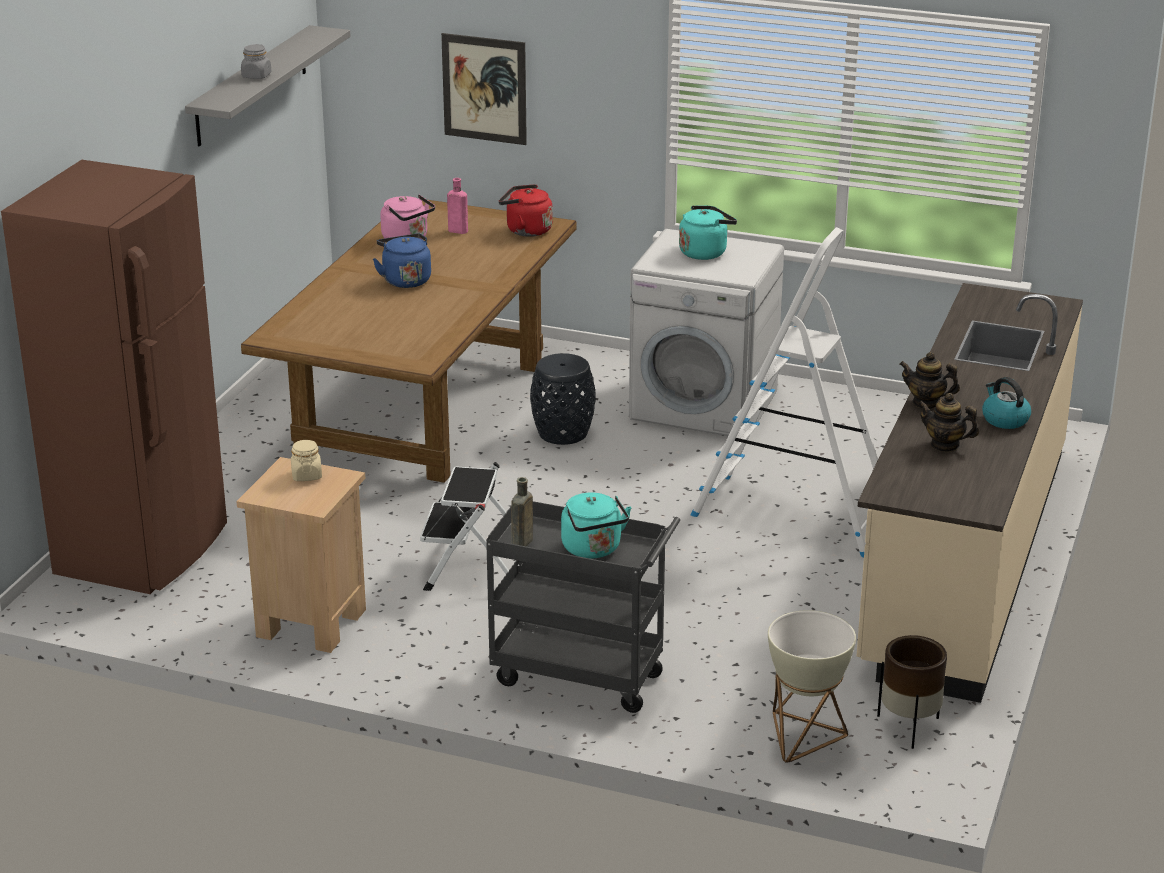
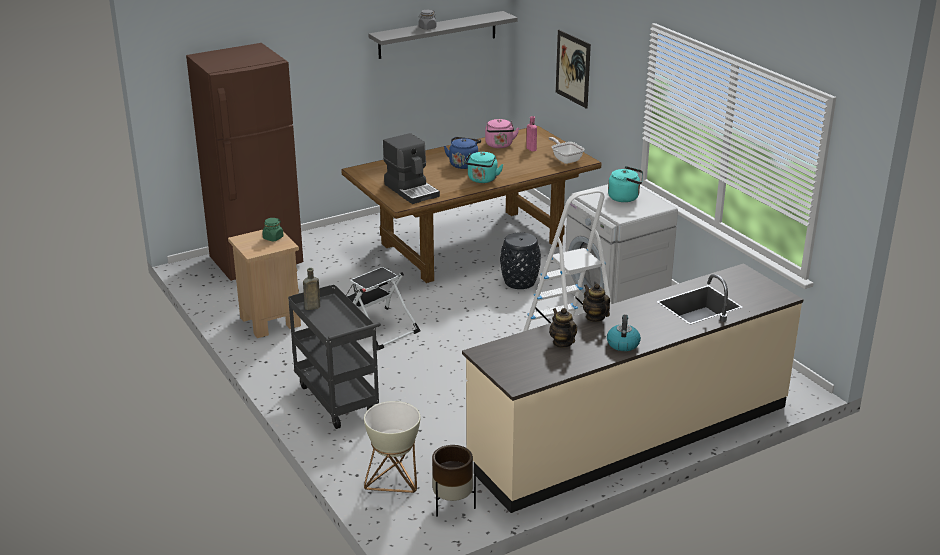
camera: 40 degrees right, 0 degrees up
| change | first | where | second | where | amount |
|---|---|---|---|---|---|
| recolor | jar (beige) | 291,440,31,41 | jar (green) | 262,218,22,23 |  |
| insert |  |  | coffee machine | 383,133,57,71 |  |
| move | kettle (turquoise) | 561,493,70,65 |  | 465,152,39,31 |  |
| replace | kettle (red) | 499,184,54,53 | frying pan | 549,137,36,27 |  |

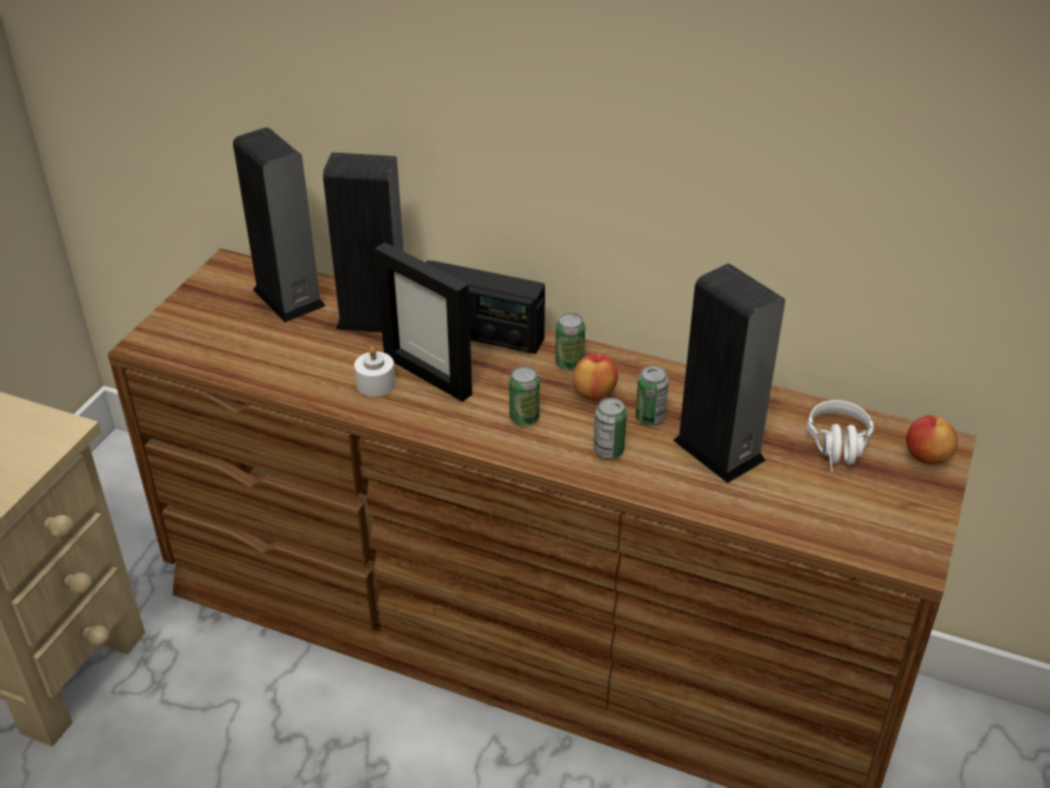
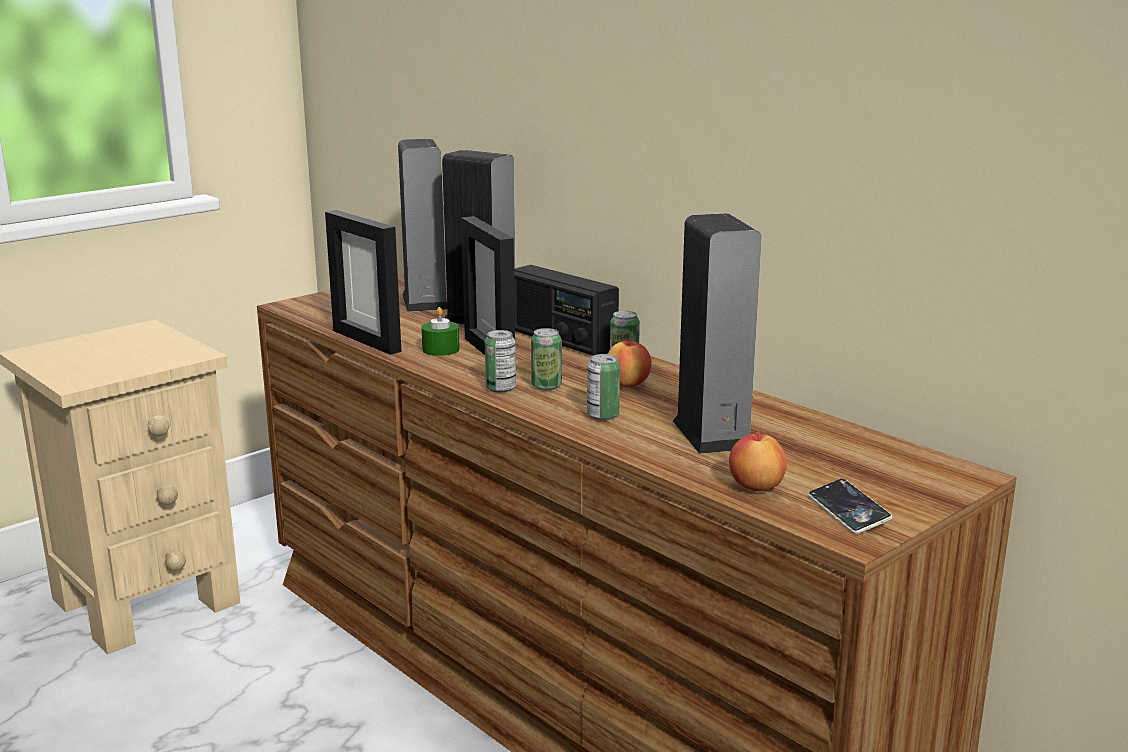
camera: 25 degrees right, 20 degrees down
| change | first | where | second | where | amount |
|---|---|---|---|---|---|
| insert |  |  | picture frame | 325,210,76,145 |  |
| recolor | candle (white) | 354,346,41,50 | candle (green) | 421,307,39,49 |  |
| move | can | 635,366,34,59 |  | 485,330,31,63 |  |
| move | apple | 906,415,52,50 |  | 729,431,58,60 |  |
| insert |  |  | phone | 808,478,84,56 |  |
| delete | headphones (white) | 807,400,67,72 |  |  |  |

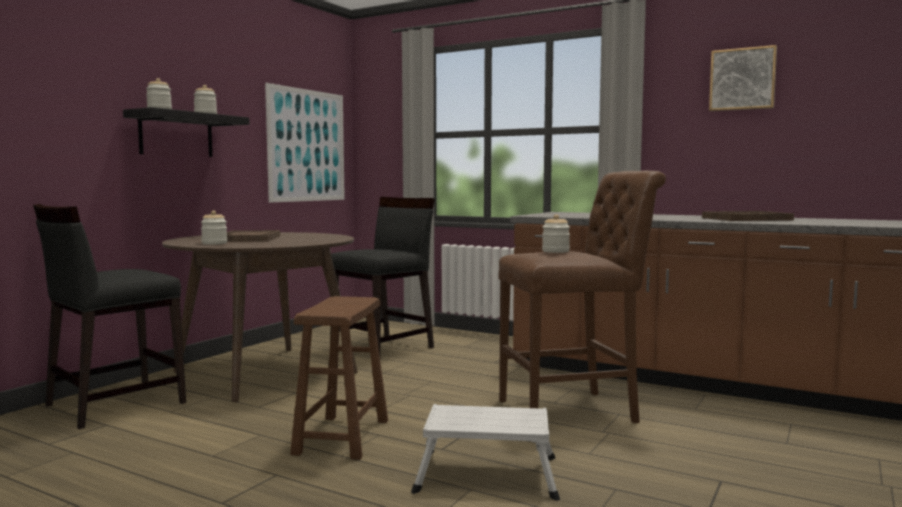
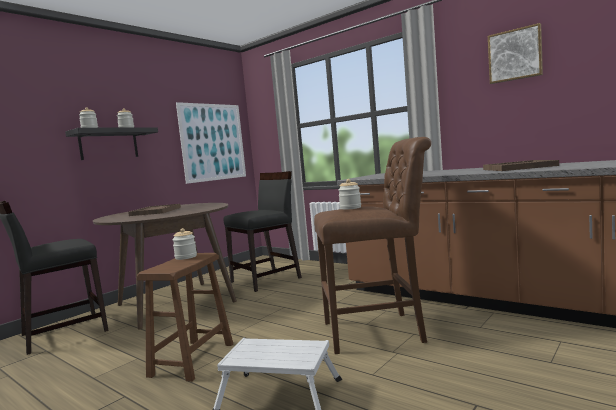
camera: 10 degrees right, 0 degrees up
| change | first | where | second | where | amount |
|---|---|---|---|---|---|
| move | jar | 201,210,26,35 |  | 172,228,25,32 |  |

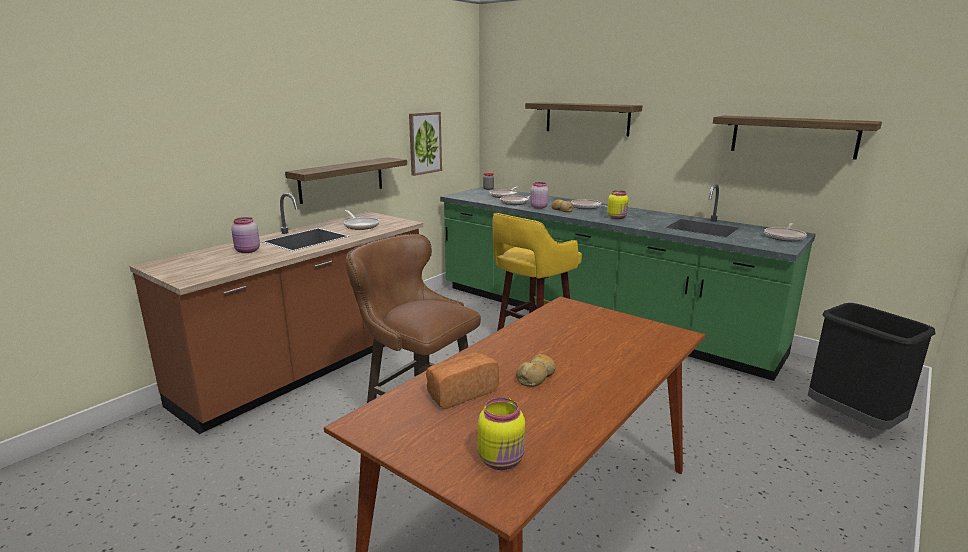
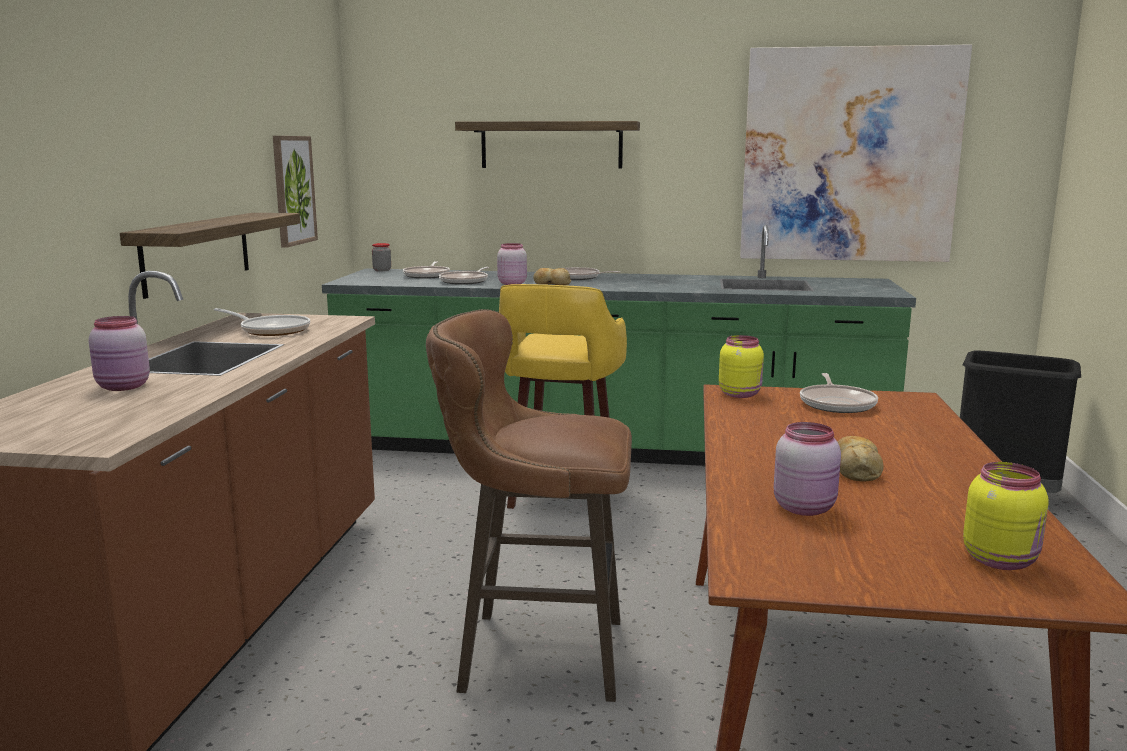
camera: 30 degrees left, 5 degrees down
| change | first | where | second | where | amount |
|---|---|---|---|---|---|
| move | jar (yellow) | 607,190,22,29 |  | 719,335,45,63 |  |
| replace | shelf | 713,116,169,44 | picture | 740,44,232,218 |  |
| replace | bread | 426,352,73,57 | jar (pink) | 774,422,67,94 |  |
| move | frying pan | 764,223,43,18 |  | 800,373,78,40 |  |

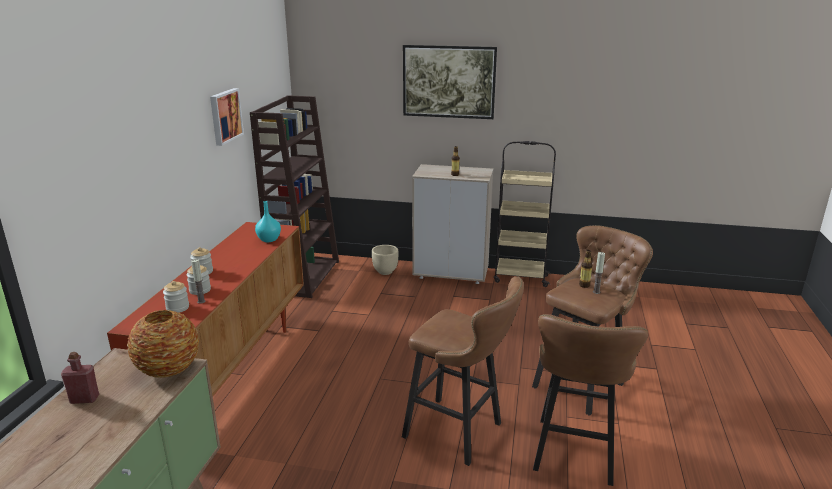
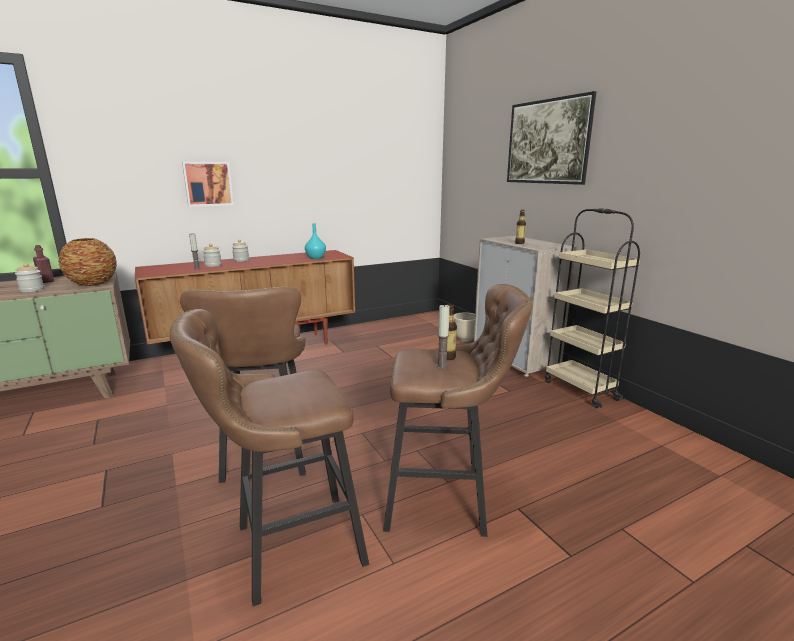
camera: 50 degrees right, 5 degrees down
| change | first | where | second | where | amount |
|---|---|---|---|---|---|
| move | jar | 163,281,26,32 |  | 15,263,29,29 |  |
| move | picture | 210,88,34,58 |  | 182,162,52,45 |  |
| delete | bookcase (brown) | 250,95,89,203 |  |  |  |

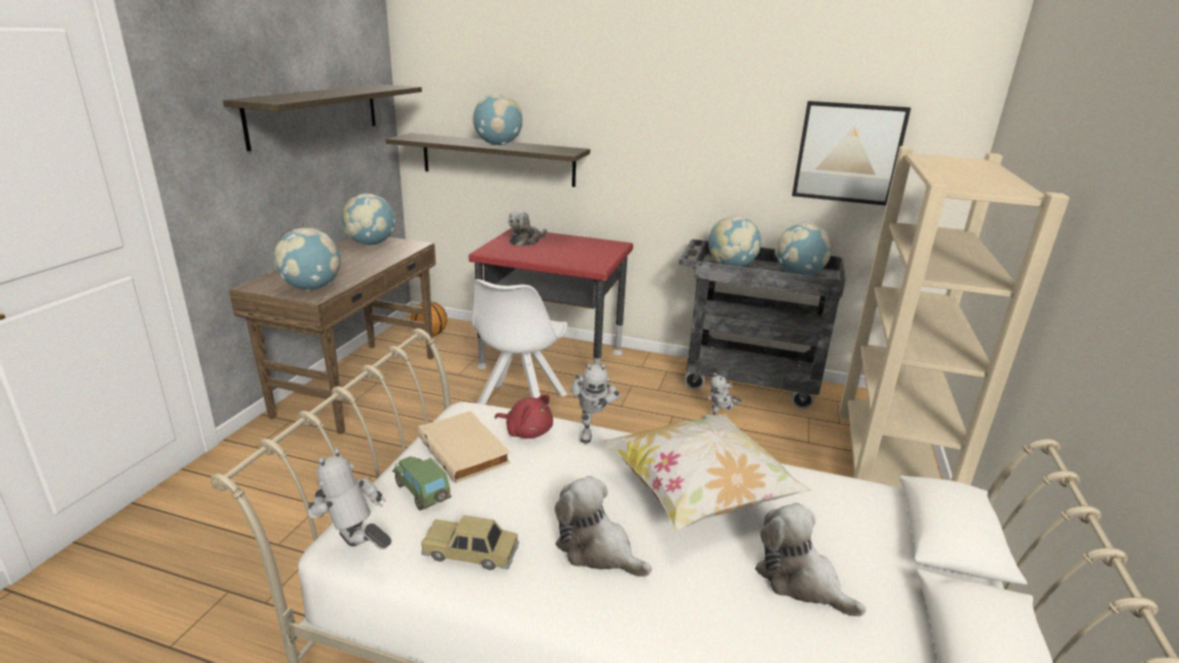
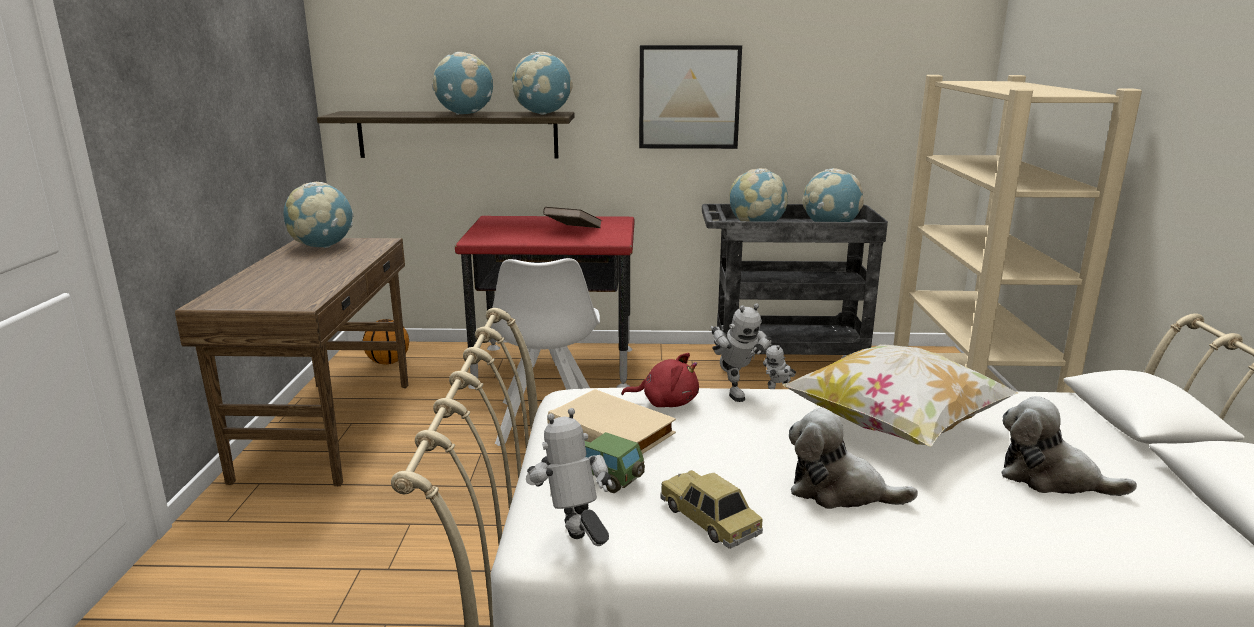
camera: 15 degrees left, 5 degrees down
| change | first | where | second | where | amount |
|---|---|---|---|---|---|
| move | globe | 274,228,67,63 |  | 512,52,61,63 |  |
| rotate | toy robot | 308,448,83,101 |  | 526,408,87,138 | 45 degrees clockwise |
| insert |  |  | book (brown) | 543,207,59,21 |  |
| move | picture | 792,101,119,105 |  | 639,45,103,104 |  |
| rotate | toy car | 421,515,99,55 |  | 660,470,103,79 | 60 degrees clockwise |
| delete | shelf | 223,84,199,67 |  |  |  |
| delete | plush toy | 508,210,39,36 |  |  |  |

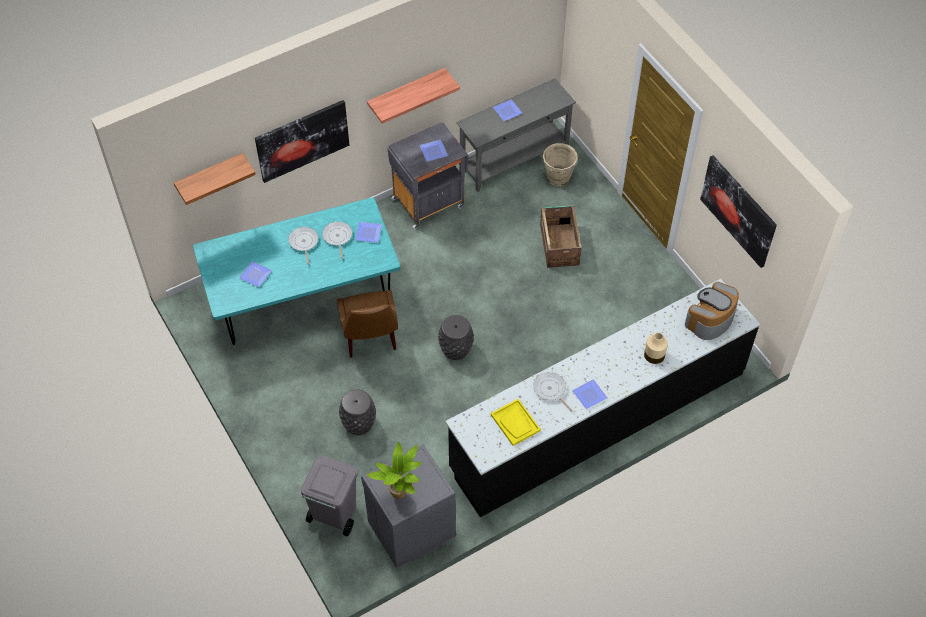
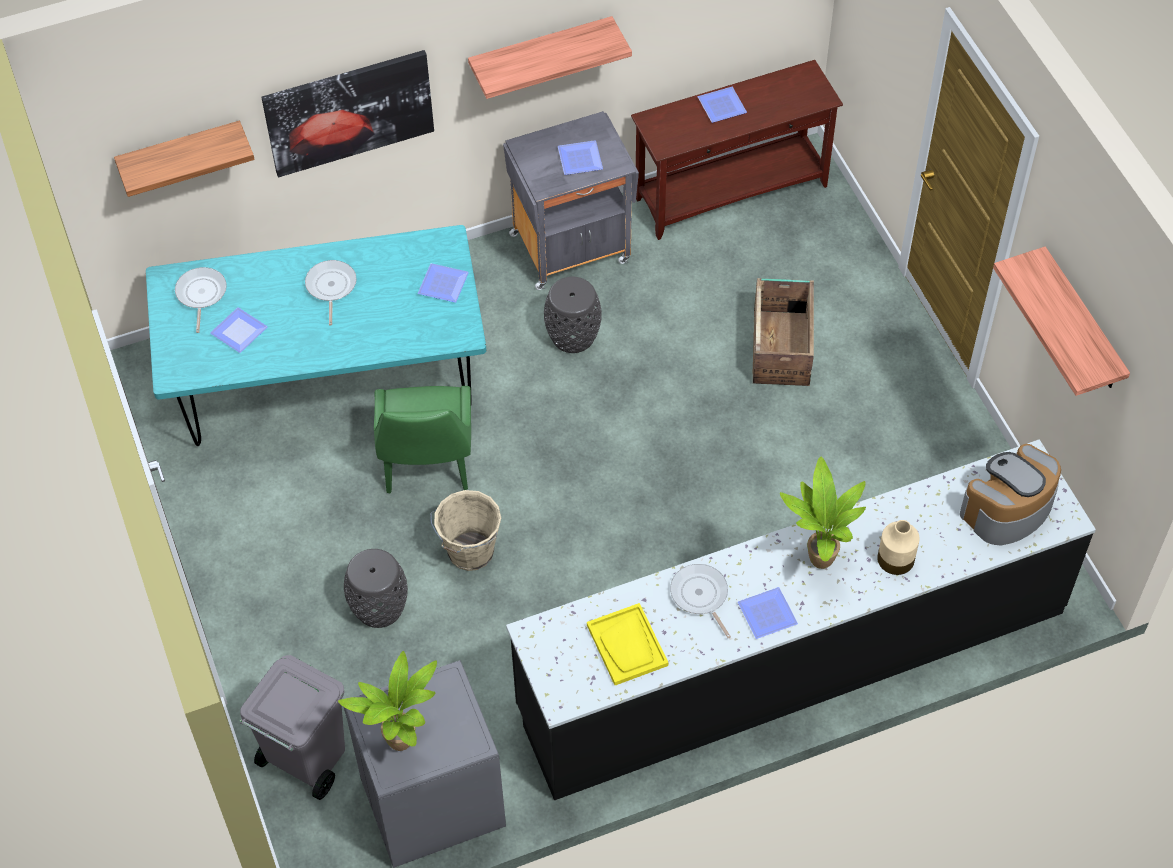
camera: 10 degrees right, 0 degrees up
| change | first | where | second | where | amount |
|---|---|---|---|---|---|
| move | frying pan | 322,221,30,38 |  | 175,267,52,66 |  |
| recolor | chair (brown) | 337,290,61,68 | chair (green) | 374,386,97,107 |  |
| move | bucket (beige) | 540,143,38,44 |  | 430,490,71,81 |  |
| move | stool (grey) | 438,315,36,45 |  | 544,277,58,76 |  |
| recolor | console table (grey) | 457,78,119,114 | console table (brown) | 631,60,212,180 |  |
| insert |  |  | potted plant | 780,457,86,112 |  |
| replace | picture | 700,155,77,113 | shelf | 993,246,137,150 |  |

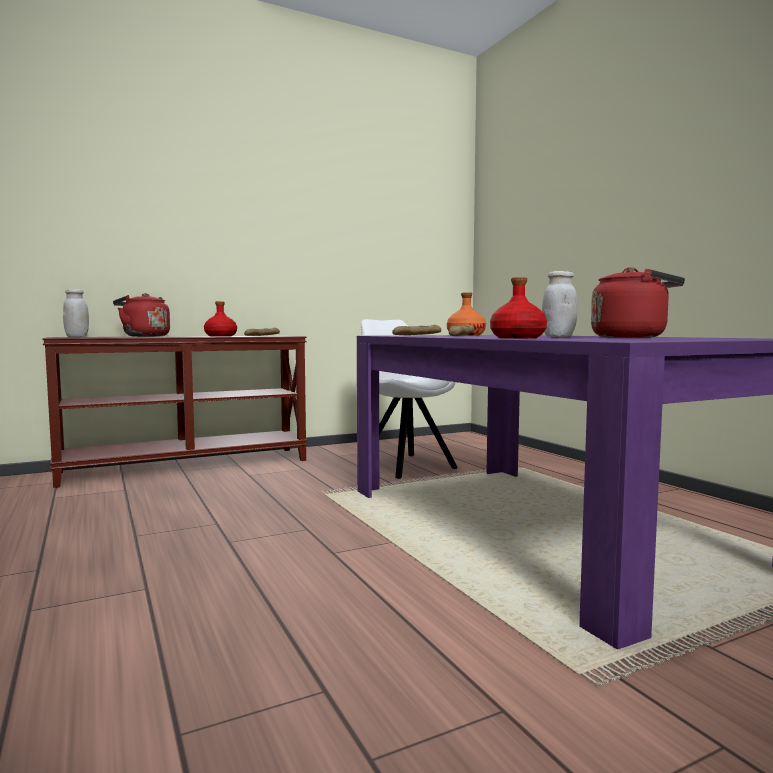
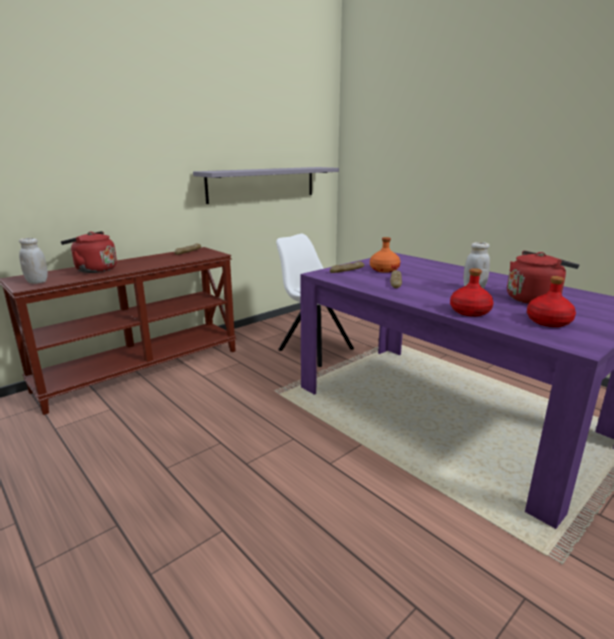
camera: 15 degrees left, 15 degrees up
| change | first | where | second | where | amount |
|---|---|---|---|---|---|
| insert |  |  | shelf (grey) | 193,167,146,37 |  |
| move | bottle (red) | 204,301,33,36 |  | 527,276,49,51 |  |

